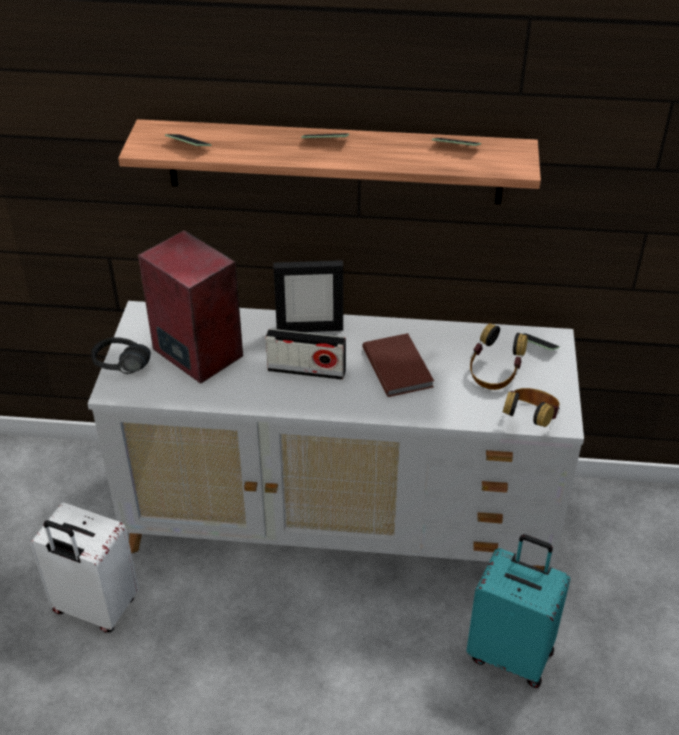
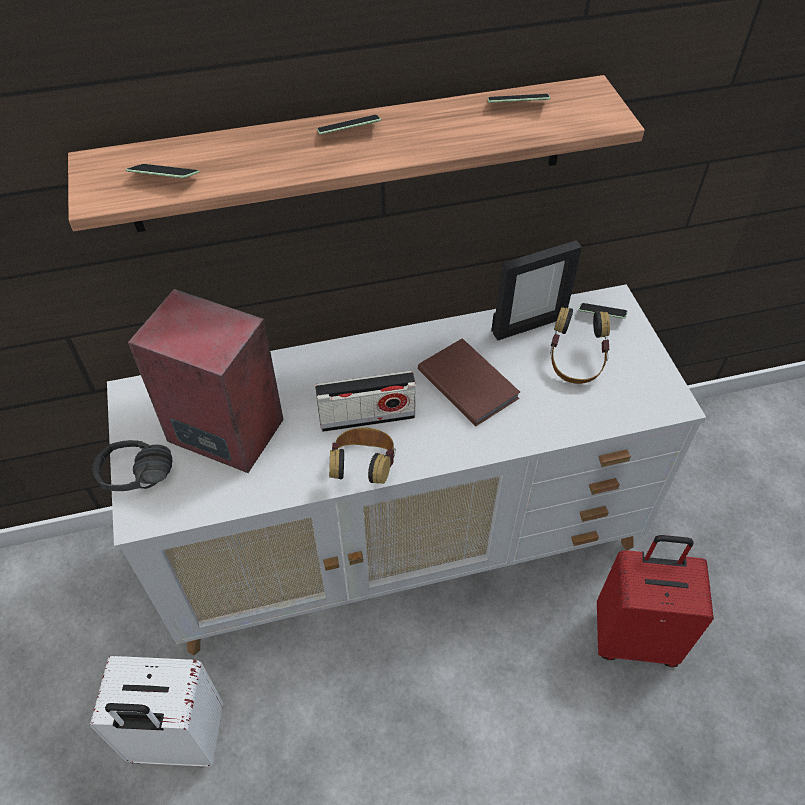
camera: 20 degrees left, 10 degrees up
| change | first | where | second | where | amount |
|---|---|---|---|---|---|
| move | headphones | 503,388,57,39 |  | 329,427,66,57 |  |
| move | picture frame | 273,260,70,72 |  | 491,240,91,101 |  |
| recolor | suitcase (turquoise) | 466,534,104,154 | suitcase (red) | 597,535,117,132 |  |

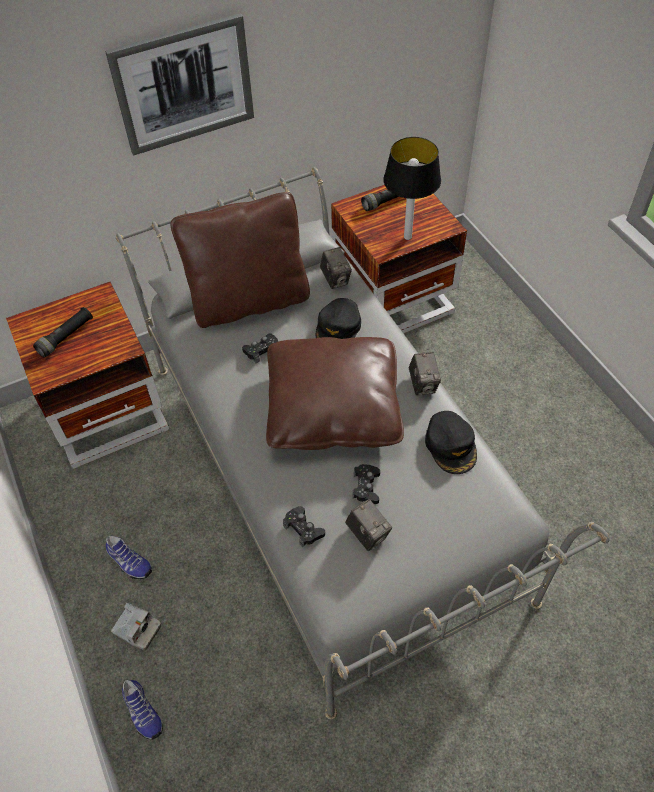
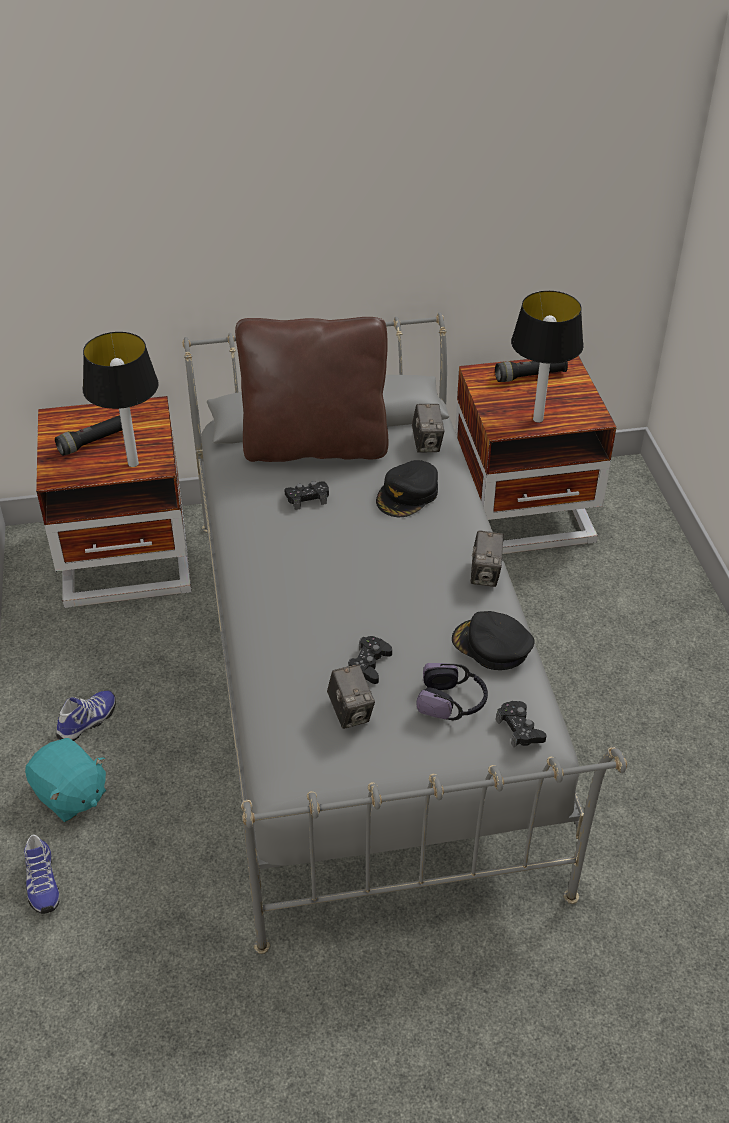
camera: 15 degrees right, 10 degrees down
| change | first | where | second | where | amount |
|---|---|---|---|---|---|
| replace | photo camera | 111,603,50,47 | plush toy (turquoise) | 25,738,81,84 |  |
| rotate | shoe | 106,536,46,43 |  | 56,690,60,51 | 105 degrees counterclockwise |
| insert |  |  | table lamp | 83,332,76,135 |  |
| insert |  |  | headphones | 416,663,72,58 |  |
| rotate | cap (black) | 425,411,52,63 |  | 452,611,83,59 | 120 degrees clockwise |
| move | game controller (black) | 283,506,42,41 |  | 496,701,51,47 |  |
| delete | picture | 105,13,149,143 |  |  |  |
| delete | pillow (brown) | 266,337,138,113 |  |  |  |

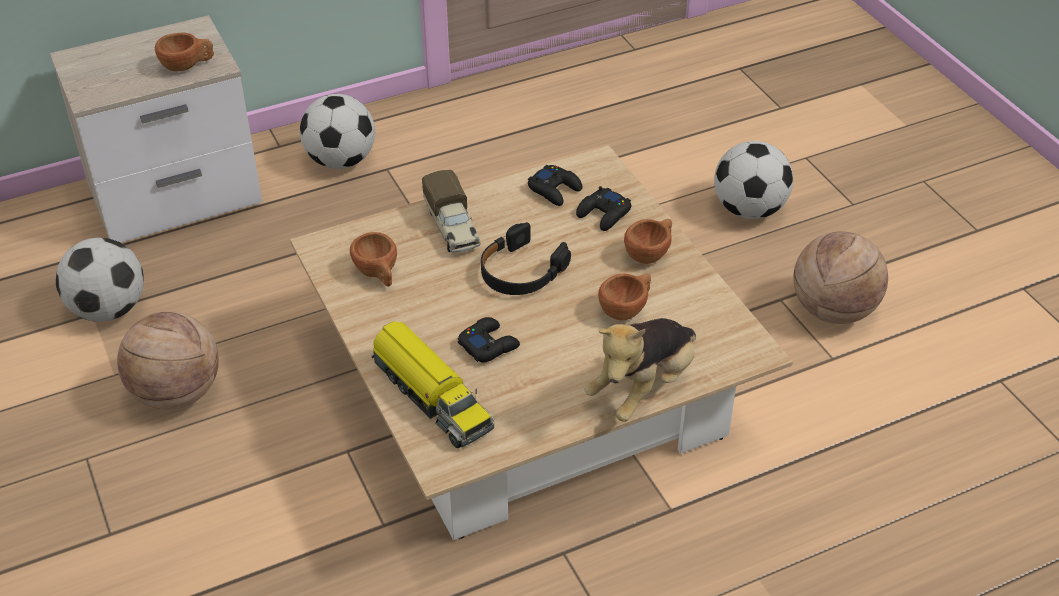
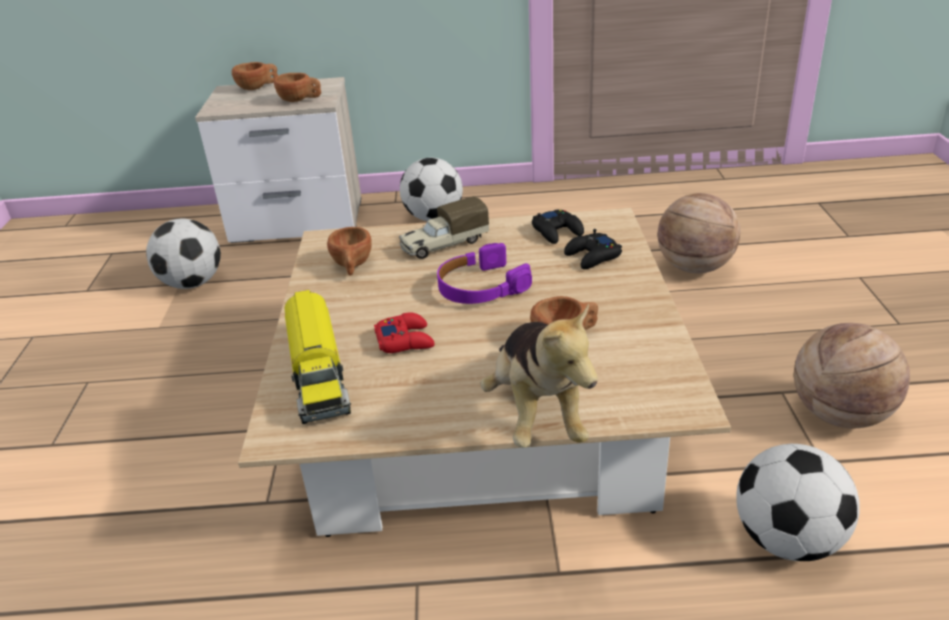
camera: 25 degrees right, 10 degrees down
| change | first | where | second | where | amount |
|---|---|---|---|---|---|
| move | cup (brown) | 624,219,48,45 |  | 232,62,46,28 |  |
| recolor | game controller (black) | 458,317,62,46 | game controller (red) | 374,313,61,40 |  |
| rotate | toy truck | 422,170,59,82 |  | 399,196,90,63 | 60 degrees clockwise |
| recolor | headphones (black) | 481,222,90,73 | headphones (purple) | 437,243,95,61 |  |
| rotate | plush toy | 585,318,111,104 |  | 480,304,118,144 | 75 degrees counterclockwise |
| move | basketball | 117,311,102,99 |  | 658,193,82,80 |  |
| move | football | 714,141,79,78 |  | 736,444,124,117 |  |

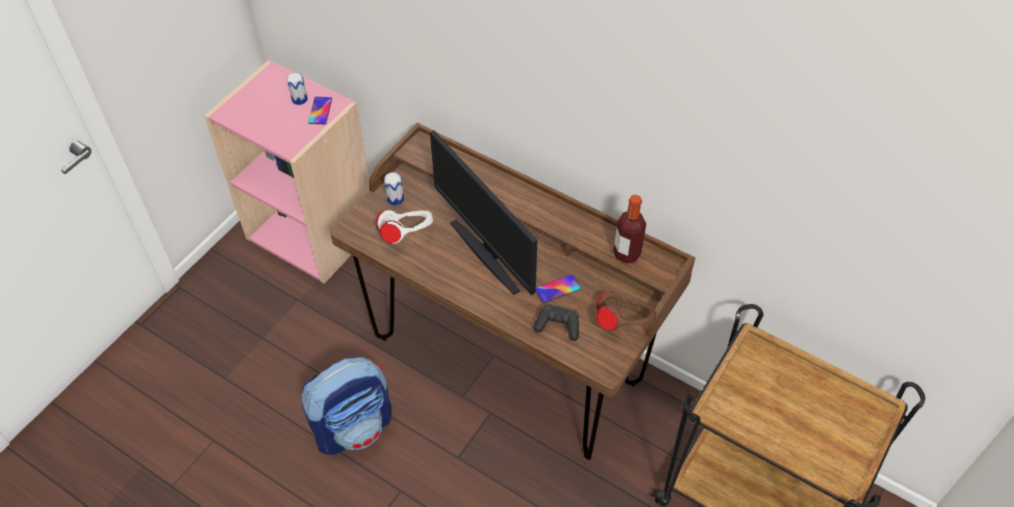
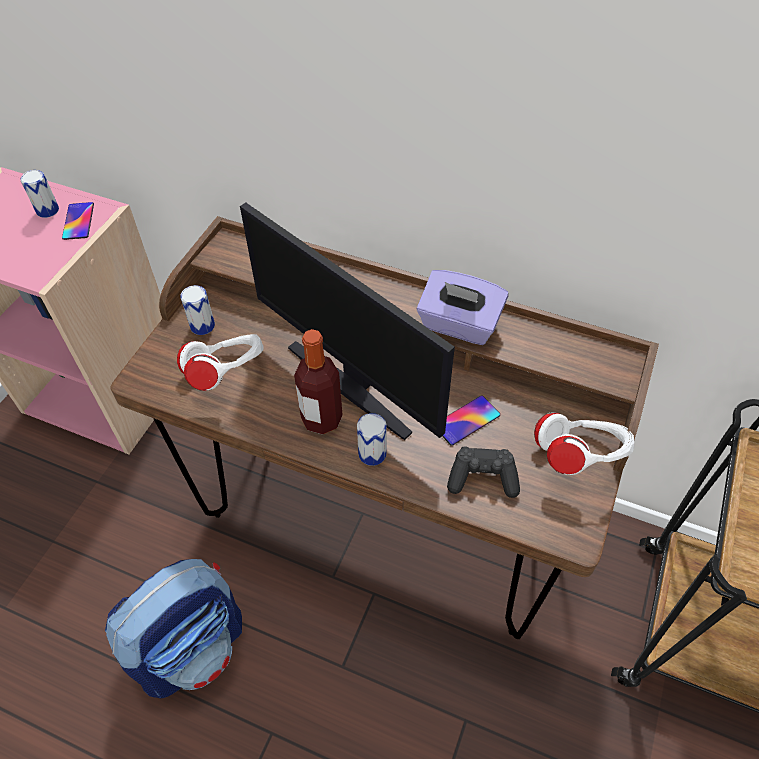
camera: 10 degrees left, 0 degrees up
| change | first | where | second | where | amount |
|---|---|---|---|---|---|
| move | bottle | 613,195,33,69 |  | 294,329,49,105 |  |
| insert |  |  | can | 357,413,30,53 |  |
| insert |  |  | tissue box (purple) | 417,270,92,75 |  |
| recolor | headphones (brown) | 596,291,60,40 | headphones (white) | 534,412,100,63 |  |

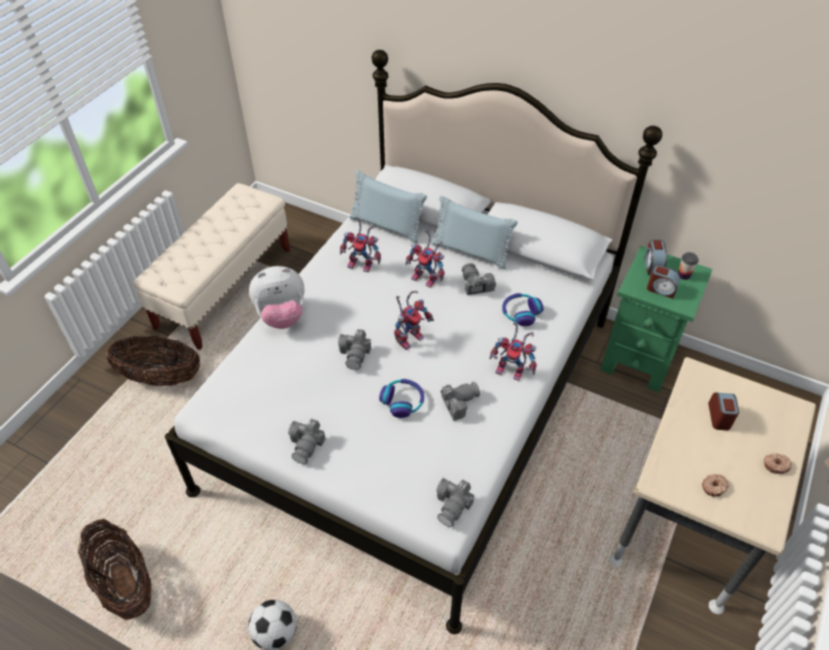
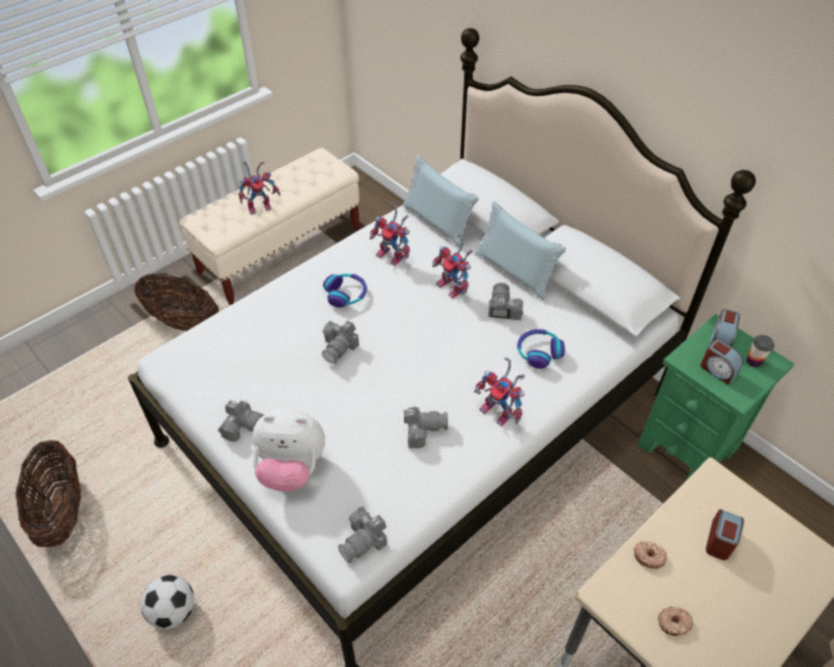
camera: 20 degrees right, 0 degrees up
| change | first | where | second | where | amount |
|---|---|---|---|---|---|
| rotate | photo camera | 288,419,37,45 |  | 218,400,45,42 | 105 degrees counterclockwise |
| move | toy robot | 394,291,40,59 |  | 239,161,42,53 |  |
| move | plush toy | 249,266,55,63 |  | 252,409,73,83 |  |
| move | headphones | 379,379,45,39 |  | 323,274,44,34 |  |
| move | donut | 764,453,27,21 |  | 634,542,33,27 |  |

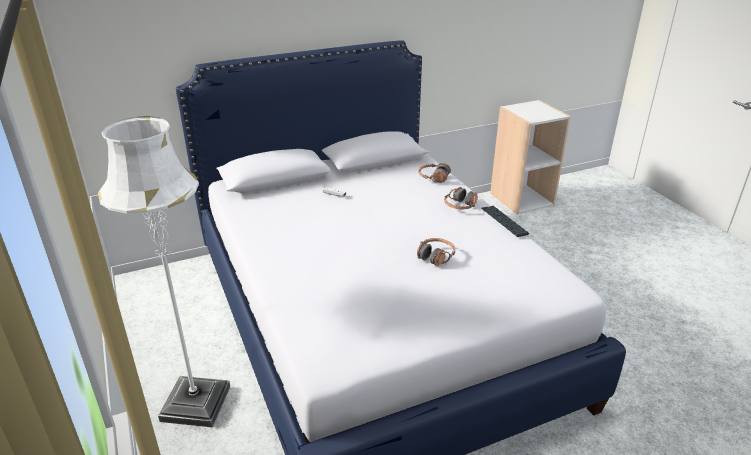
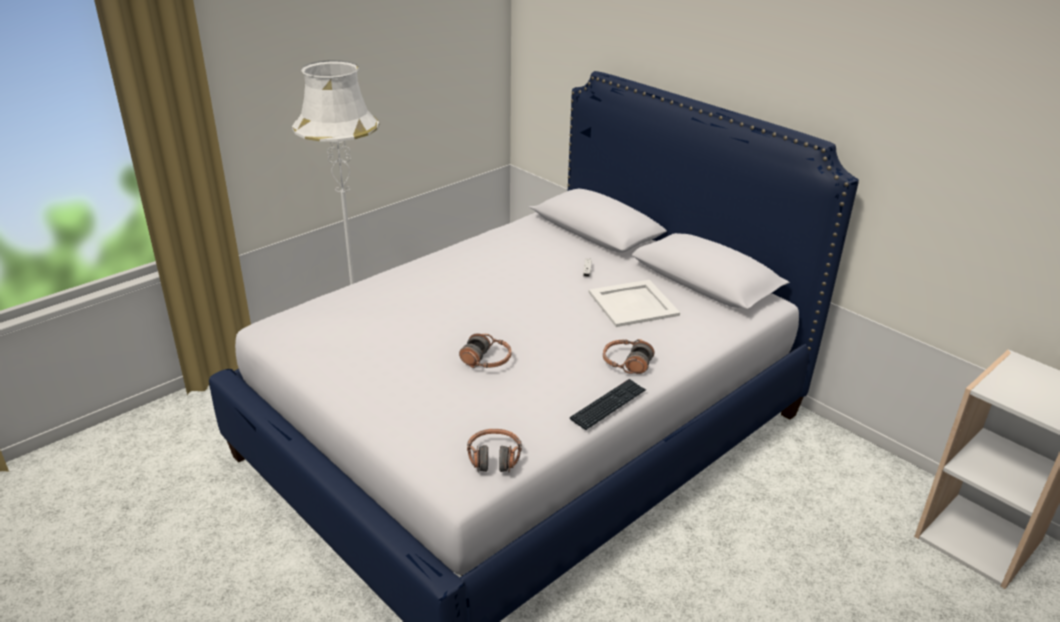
camera: 70 degrees right, 0 degrees up
| change | first | where | second | where | amount |
|---|---|---|---|---|---|
| move | headphones | 419,163,32,20 |  | 467,429,55,44 |  |
| insert |  |  | tray (white) | 589,280,91,47 |  |

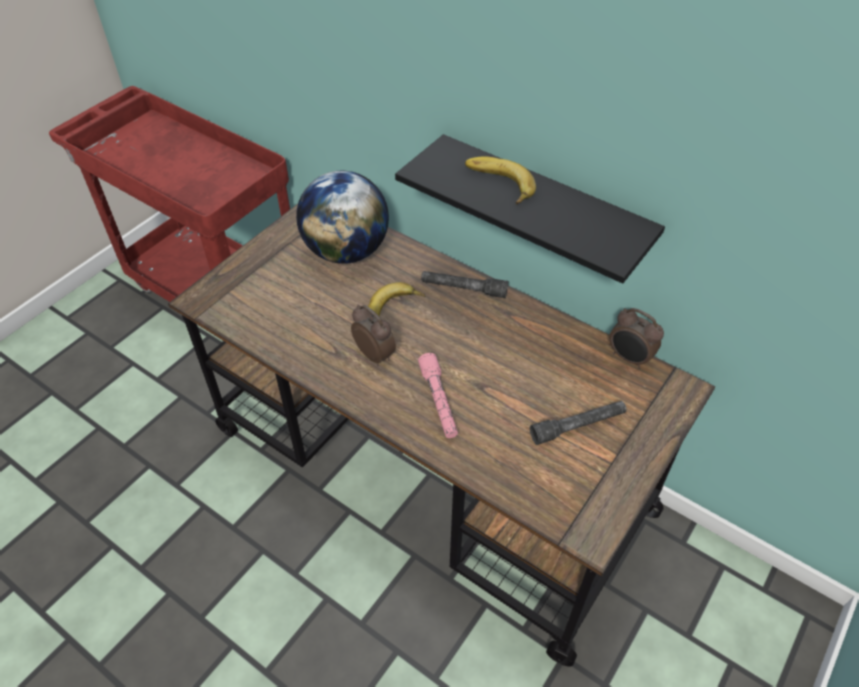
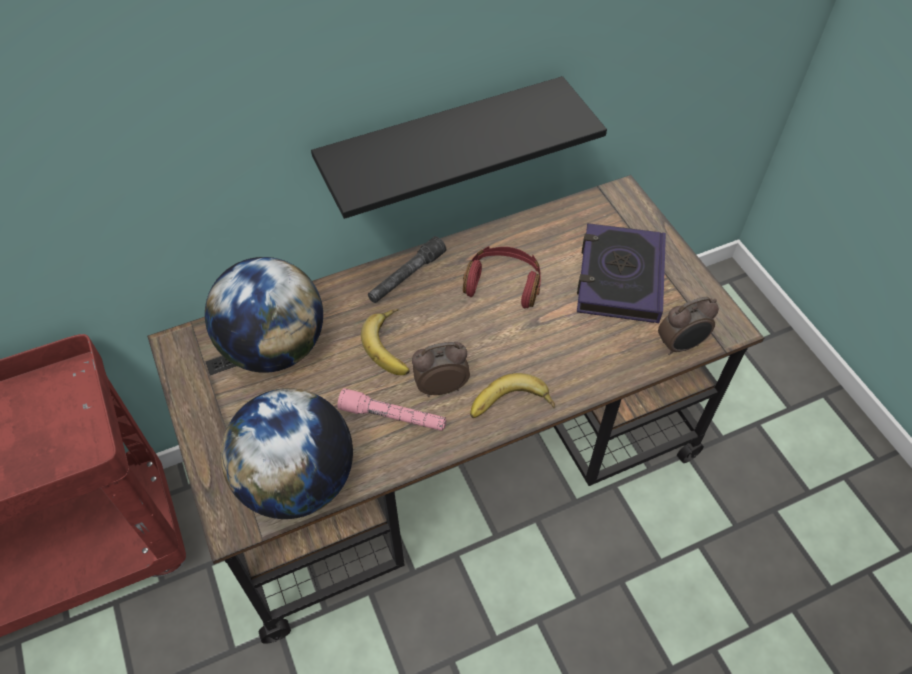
camera: 60 degrees left, 5 degrees up
| change | first | where | second | where | amount |
|---|---|---|---|---|---|
| insert |  |  | globe | 221,388,132,131 |  |
| move | flashlight (pink) | 418,353,40,85 |  | 337,388,110,43 |  |
| insert |  |  | headphones (red) | 463,246,78,62 |  |
| move | banana | 465,156,71,48 |  | 470,373,85,45 |  |
| replace | flashlight (grey) | 530,401,96,44 | book | 577,223,89,100 |  |
| move | alarm clock | 609,308,55,61 |  | 658,297,61,58 |  |

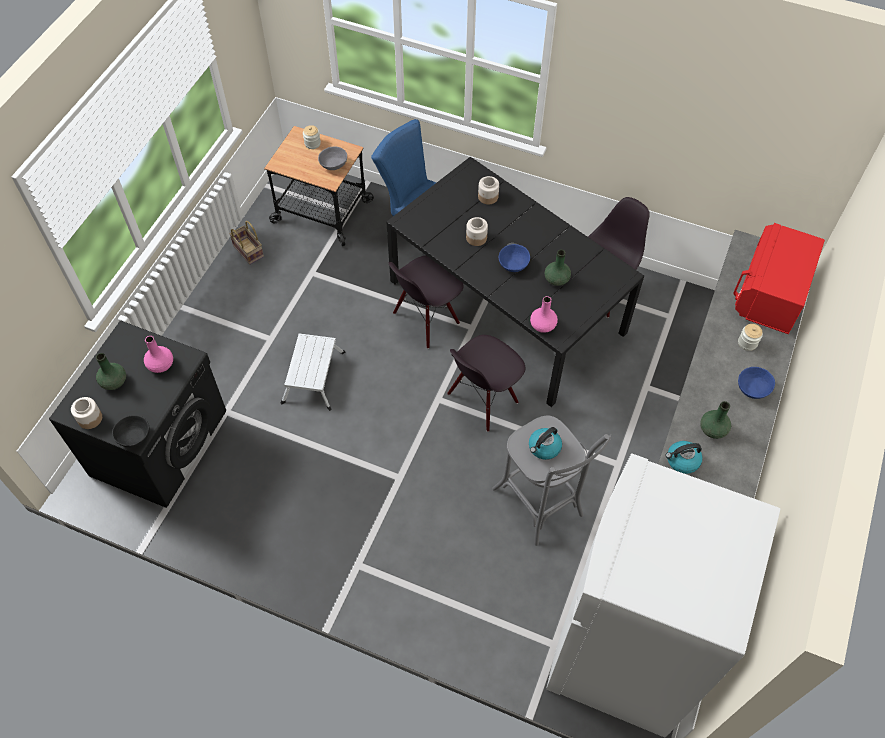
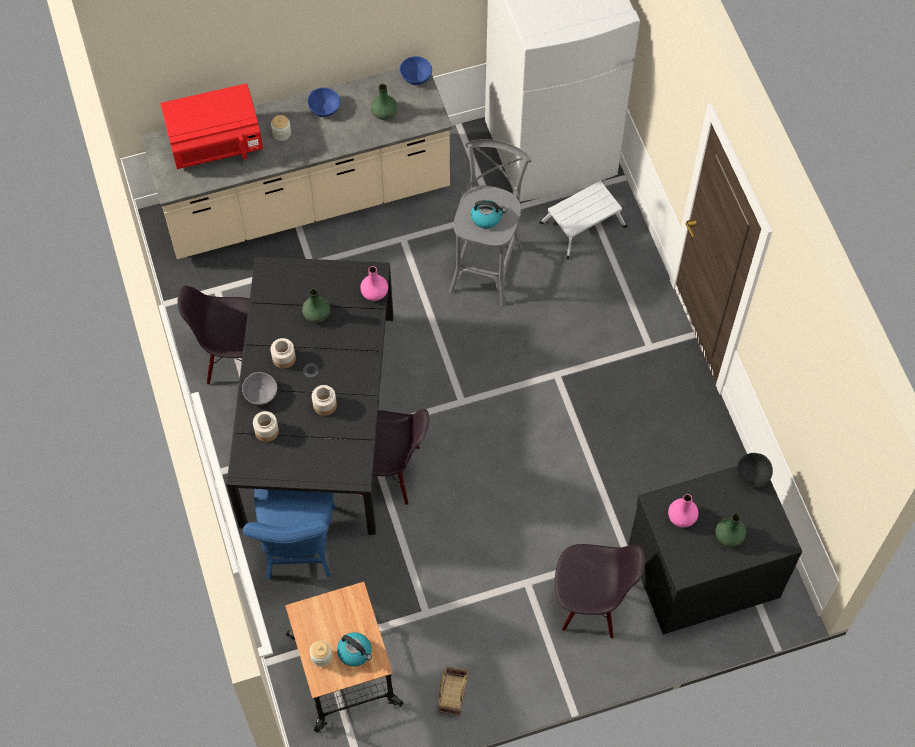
camera: 130 degrees left, 5 degrees up
| change | first | where | second | where | amount |
|---|---|---|---|---|---|
| move | bowl (grey) | 318,147,29,23 |  | 242,372,35,33 |  |
| move | jar | 71,397,31,32 |  | 271,338,25,31 |  |
| move | kettle | 665,441,37,33 |  | 337,632,35,34 |  |
| move | bowl (blue) | 499,244,31,28 |  | 400,56,32,29 |  |
| move | step ladder (white) | 281,333,65,78 |  | 539,180,88,80 |  |
| move | chair (black) | 447,335,78,97 |  | 555,544,90,95 |  |

